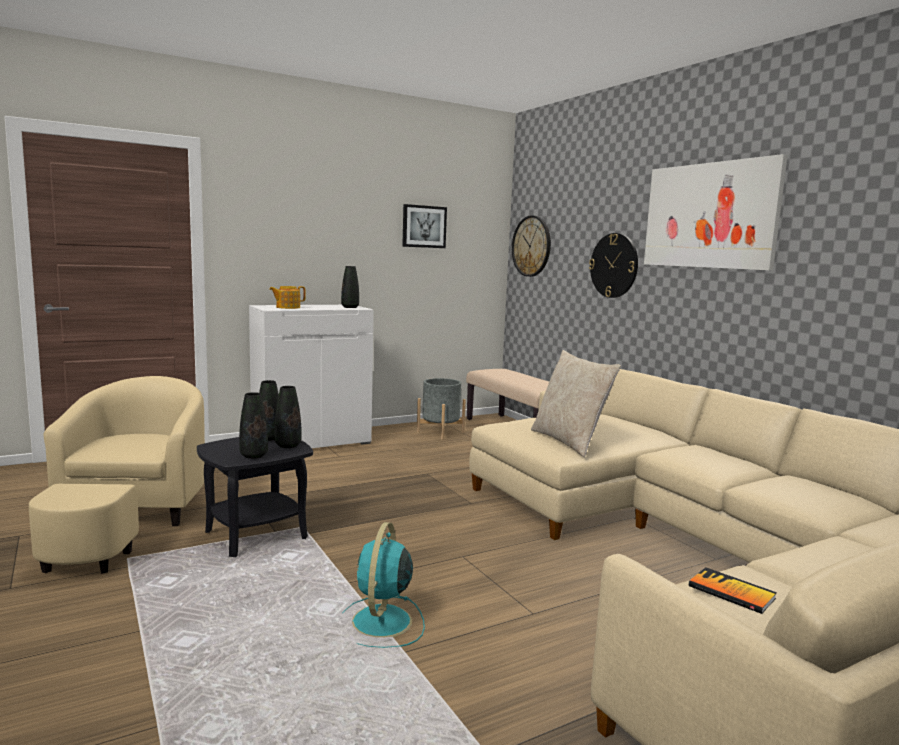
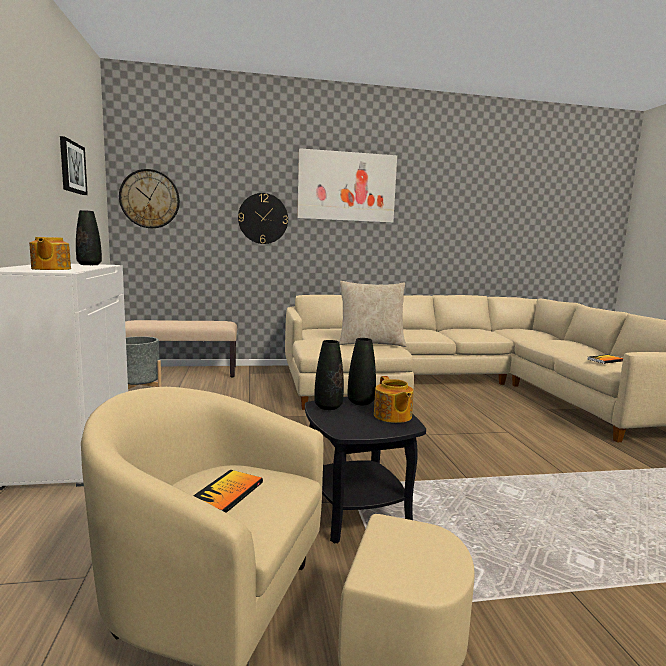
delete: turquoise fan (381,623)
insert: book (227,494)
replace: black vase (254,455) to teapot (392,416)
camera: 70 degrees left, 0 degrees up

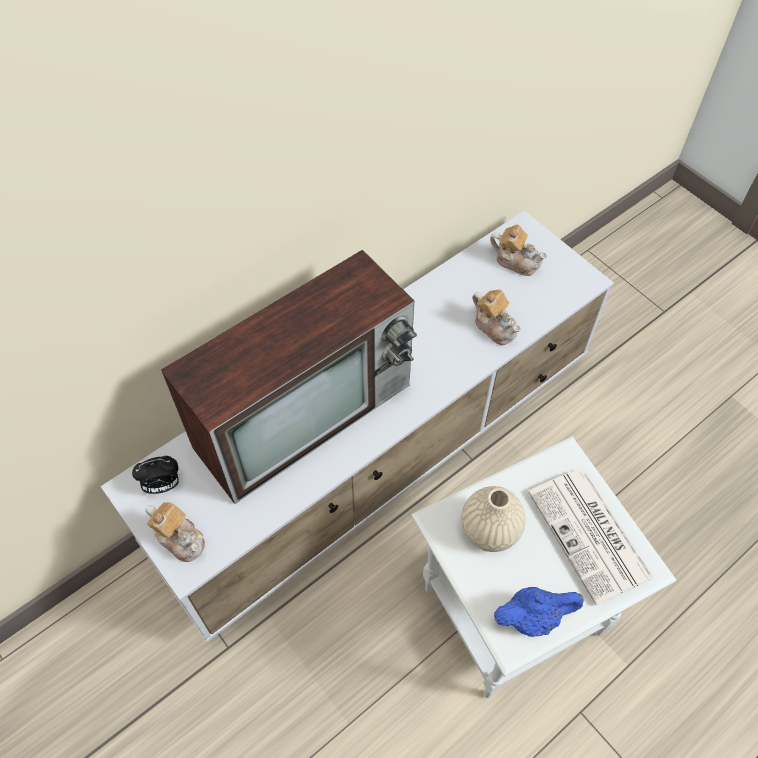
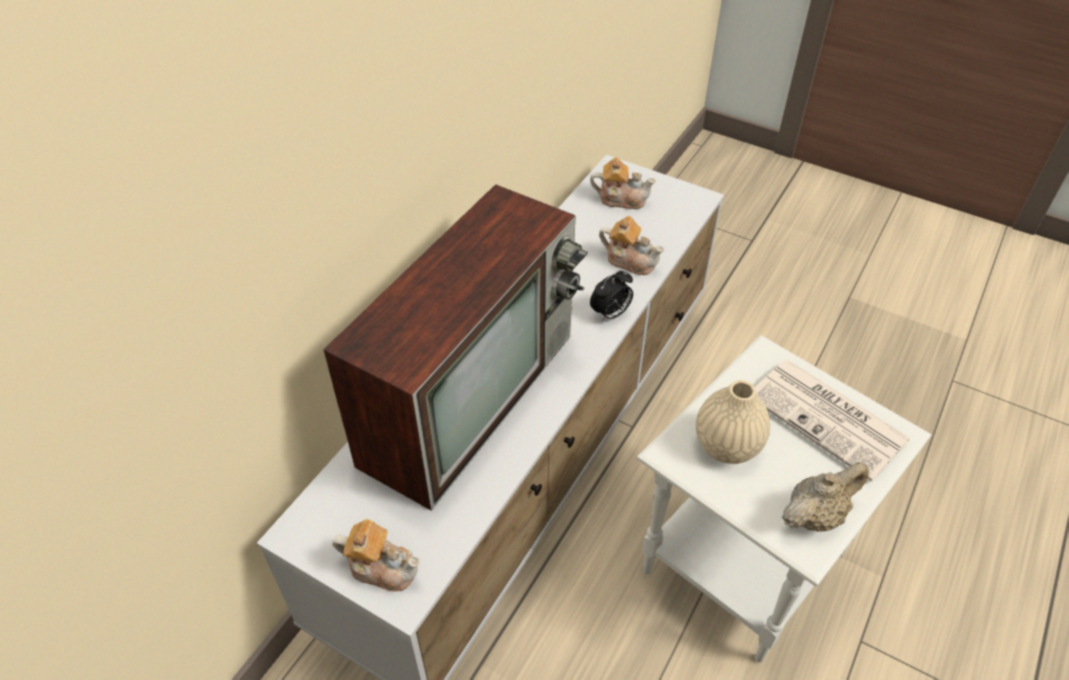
move: alarm clock (162,485) to (610,314)
recolor: blue teapot (533,617) to beige teapot (815,515)
camera: 20 degrees left, 10 degrees down

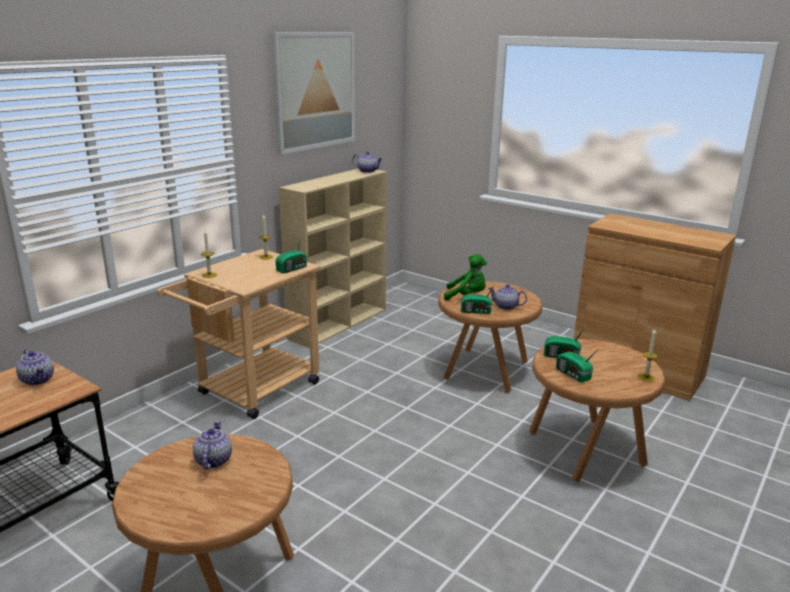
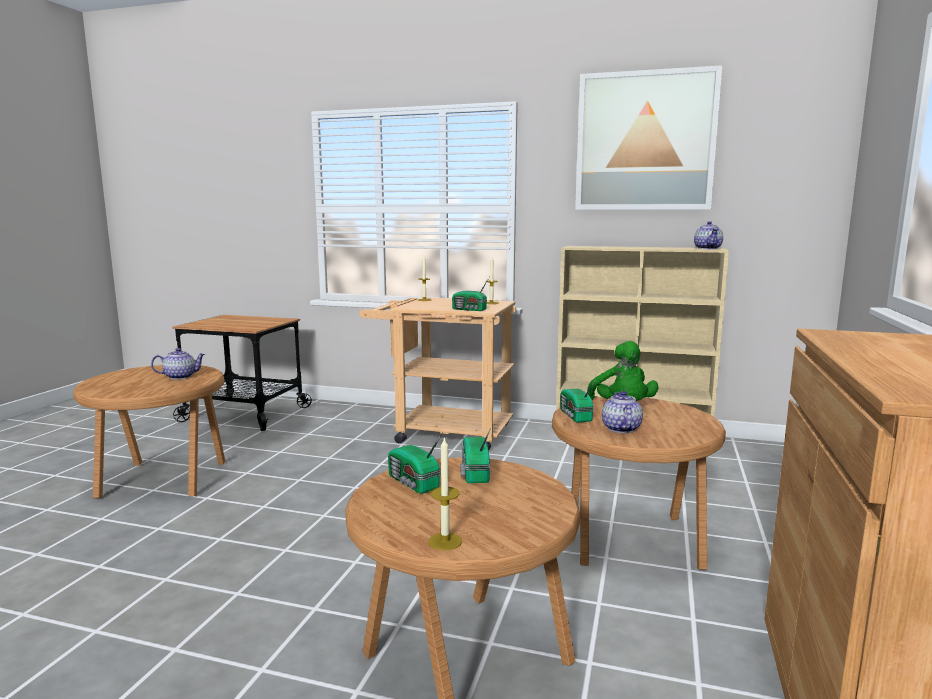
delete: teapot (38,380)
rotate: radio (573,375) = (413,483) 75 degrees counterclockwise
camera: 70 degrees right, 10 degrees down

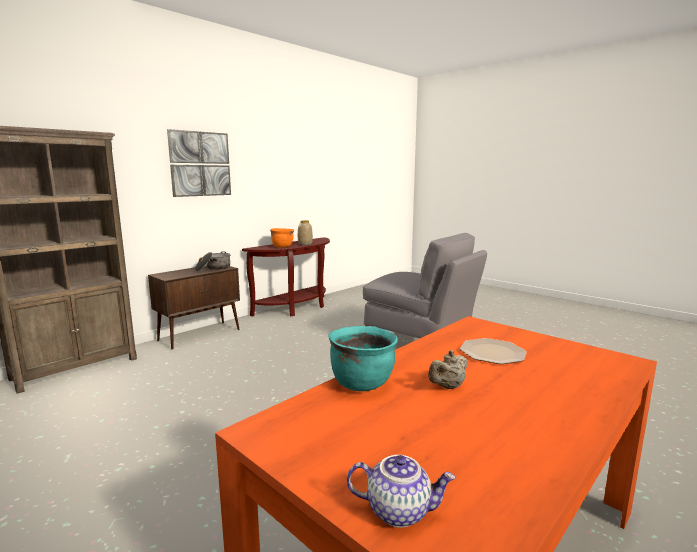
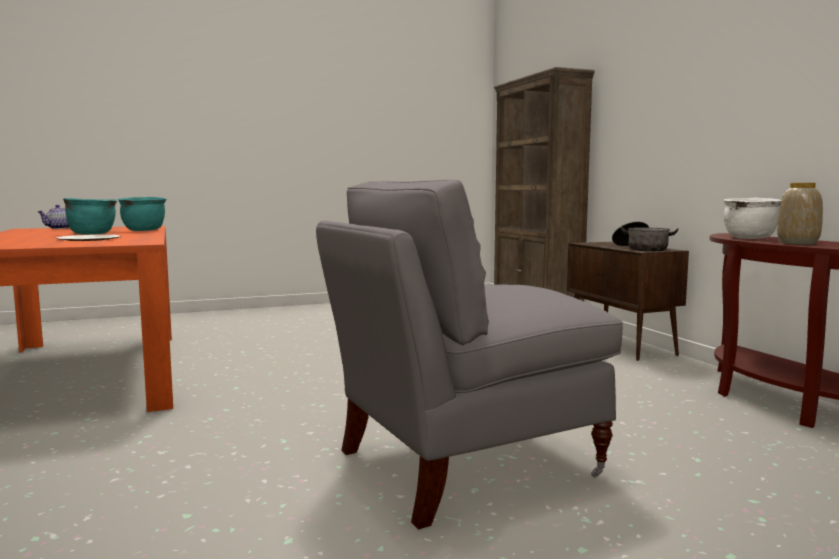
delete: picture (200,164)
replace: beige teapot (448,387) to turquoise cooking pot (92,234)
recolor: orange cooking pot (282,246) to white cooking pot (750,238)
camera: 115 degrees right, 5 degrees down

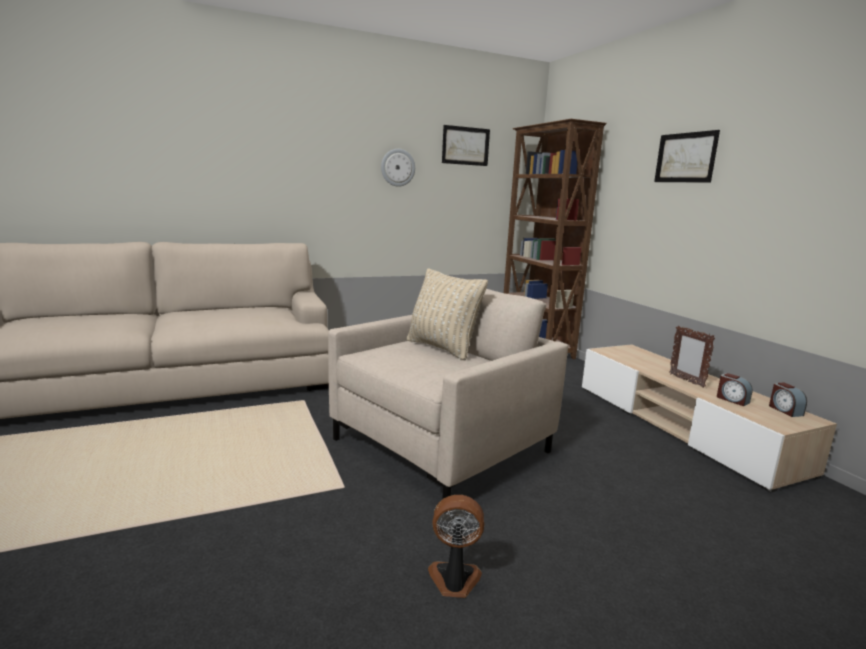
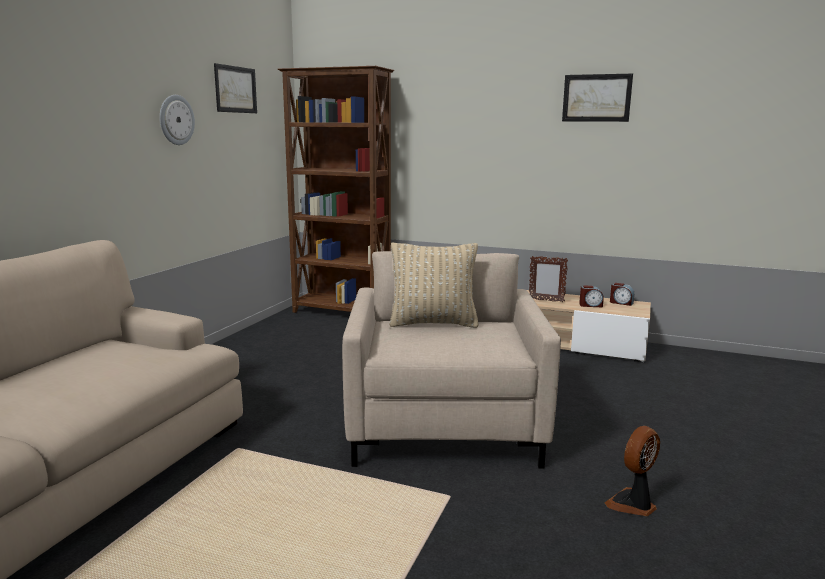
move: picture (685,157) to (596,98)
camera: 45 degrees left, 0 degrees up

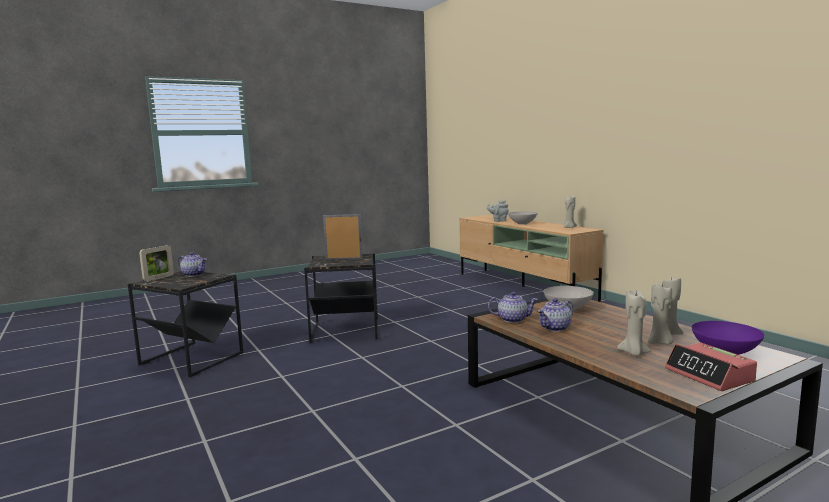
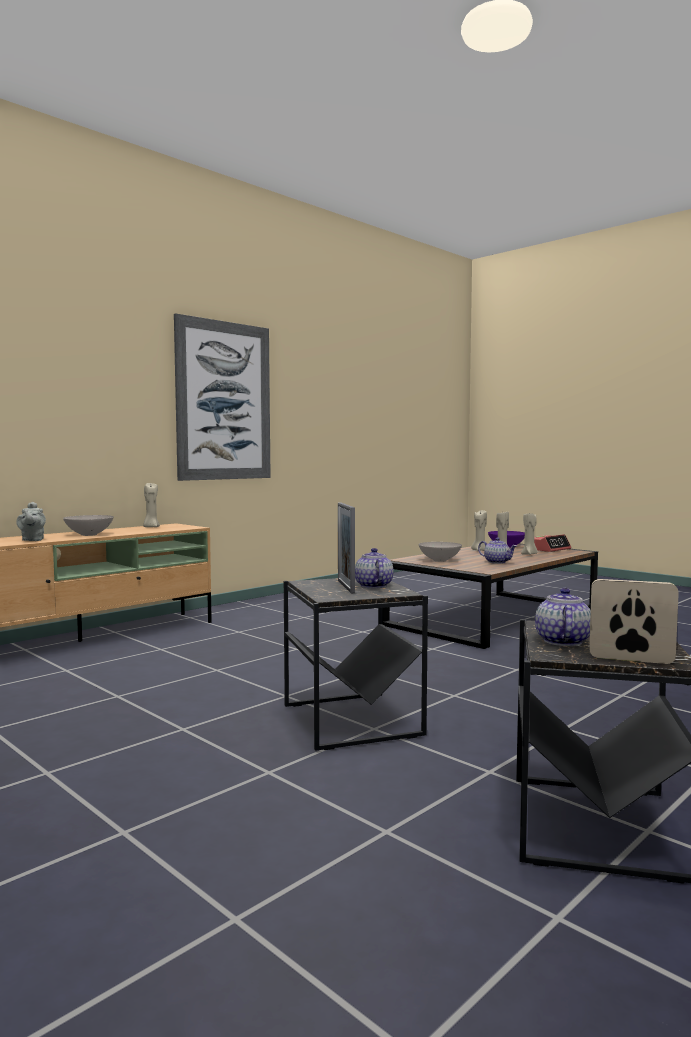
insert: picture (224,401)
move: teapot (513,319) to (373,586)
camera: 105 degrees left, 5 degrees down

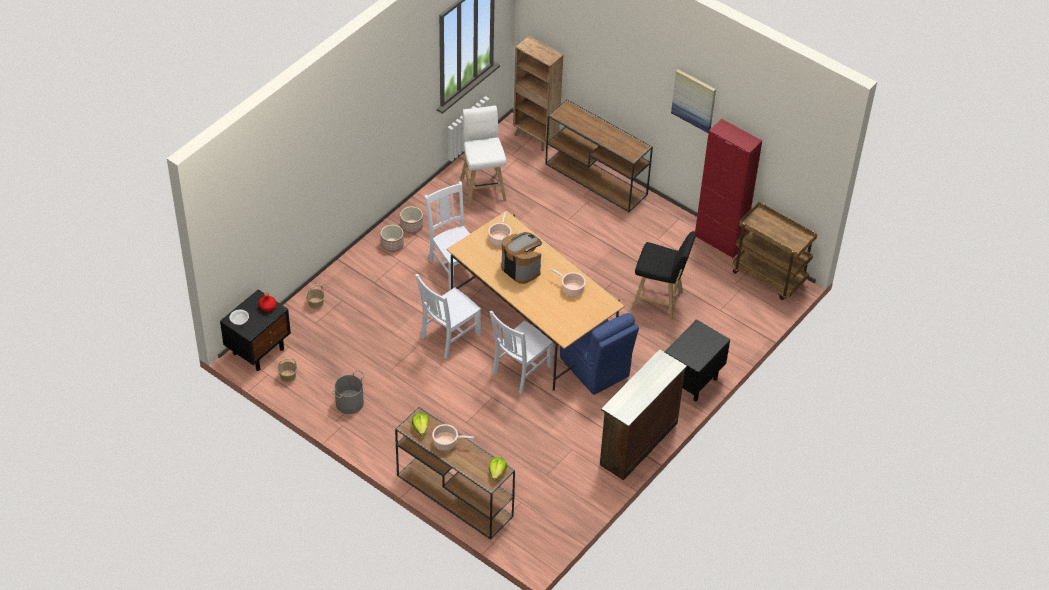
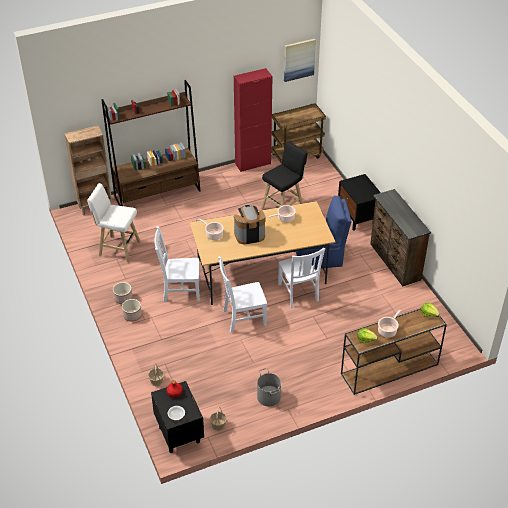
move: picture (694,100) to (299,59)
replace: brown console table (597,179) to brown bookcase (157,193)
rotate: white chair (448,337) = (242,318) 90 degrees clockwise
camera: 60 degrees left, 5 degrees down

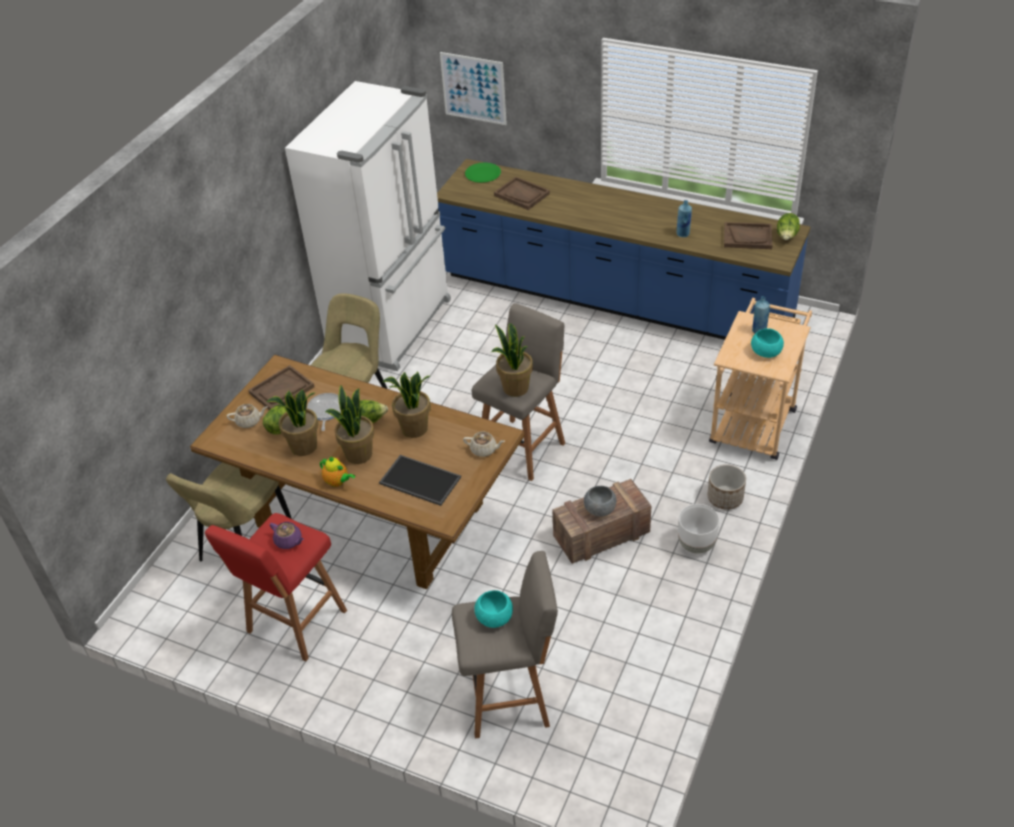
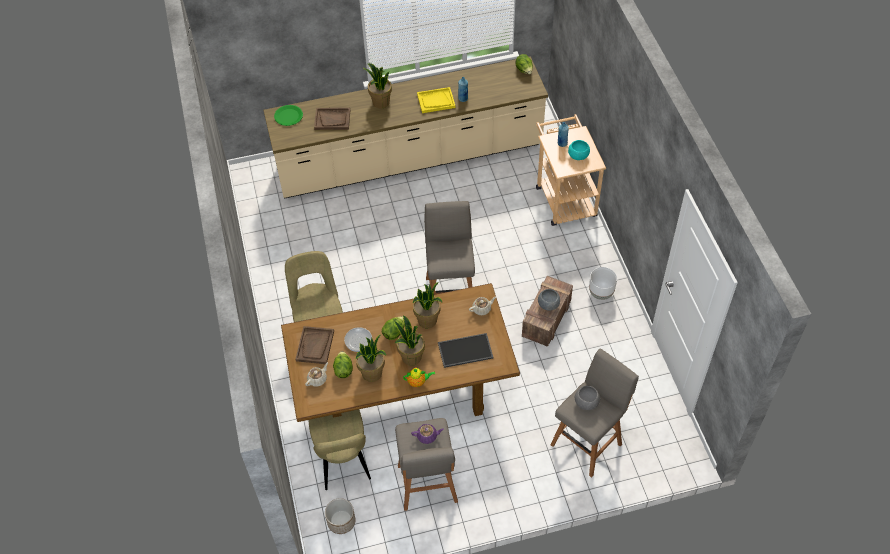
delete: white fridge (393,326); picture (473,88); brown tray (748,237)
insert: yellow tray (436,101)
move: potted plant (515,388) to (380,103); planter (724,498) to (341,521)
recolor: red stool (294,624) to grey stool (427,486); blue counter (615,299) to beige counter (410,159); turquoise bowl (494,617) to grey bowl (586,402)
camera: 40 degrees left, 10 degrees up

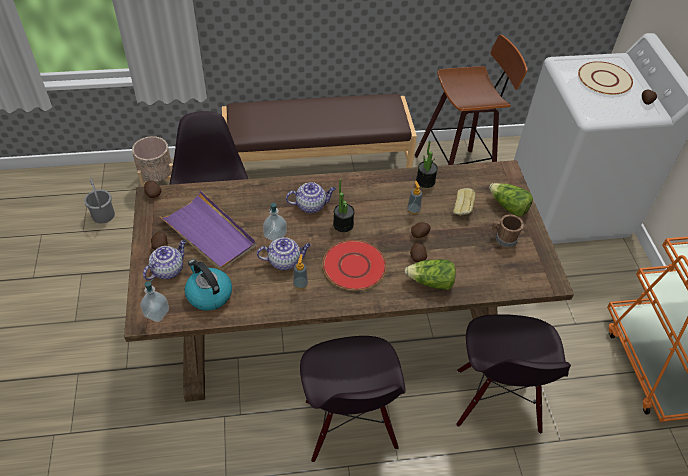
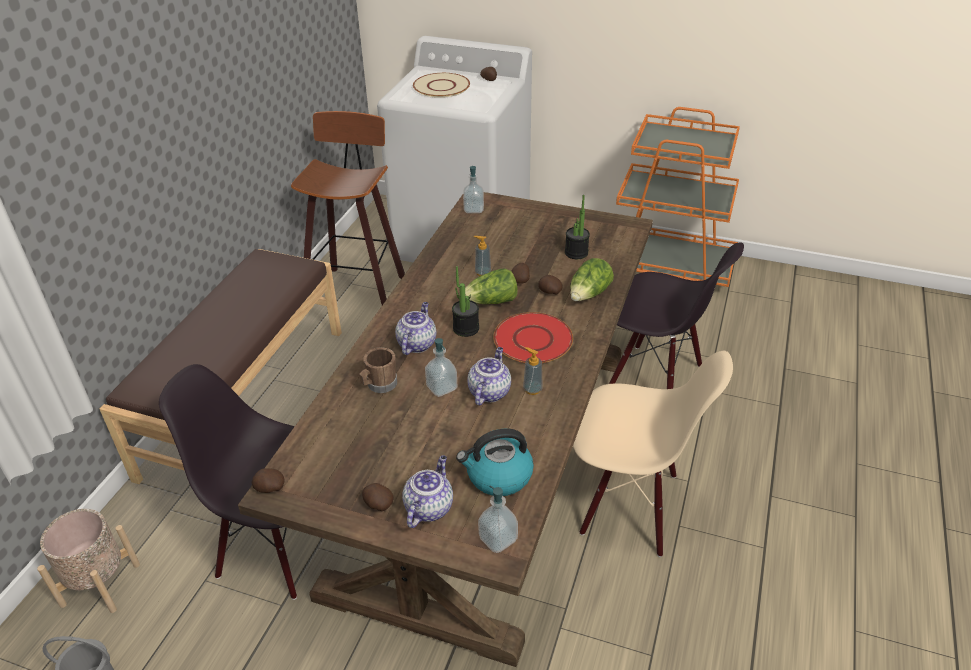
delete: purple tray (209,233); bread (462,210)
insert: soap dispenser (473,209)
move: potted plant (425,181) to (576,253); lettuce (508,207) to (491,302); brown mug (503,238) to (379,385)
recolor: black chair (349,425) to beige chair (629,506)
rotate: teapot (168,269) = (428,507) 45 degrees clockwise
camera: 60 degrees left, 10 degrees down

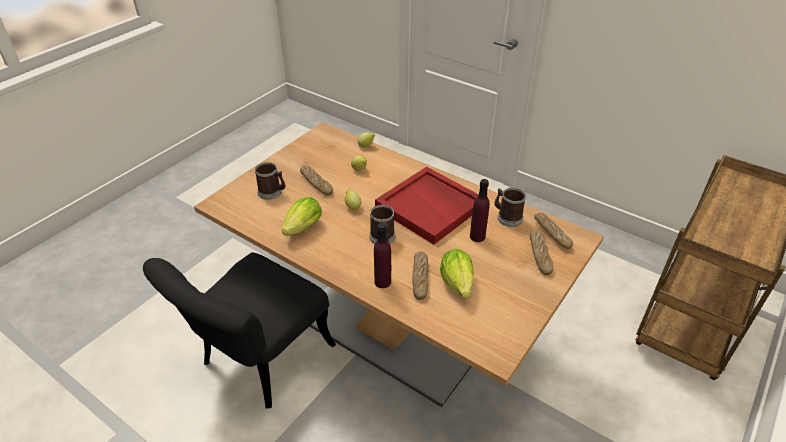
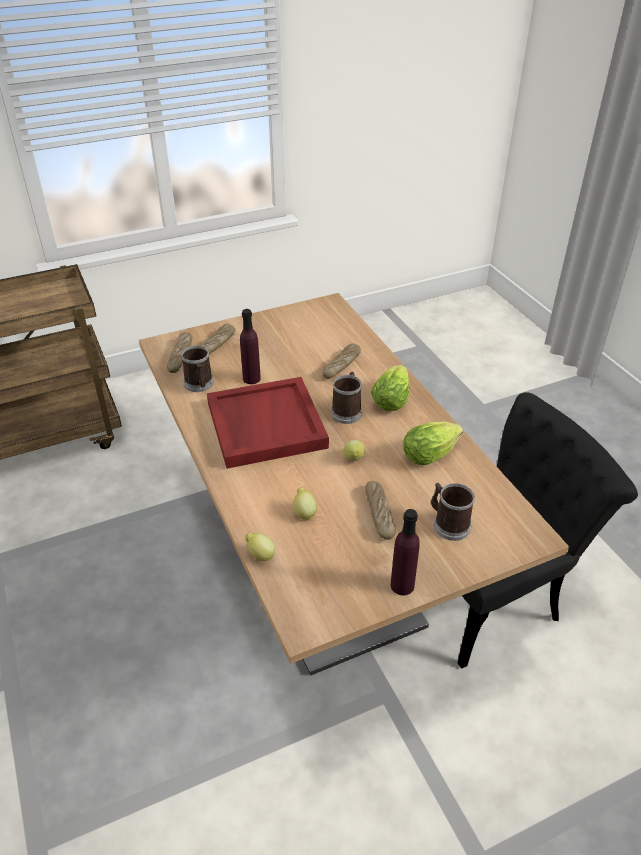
move: purple bottle (382,282) to (402,585); lettuce (458,286) to (392,399)
camera: 150 degrees left, 0 degrees up

